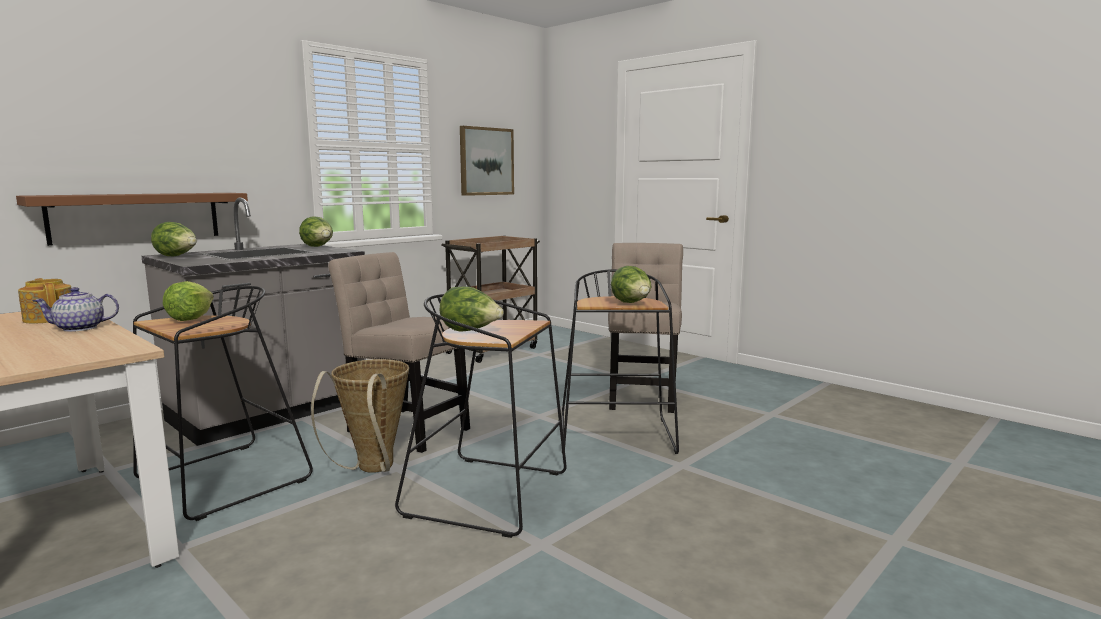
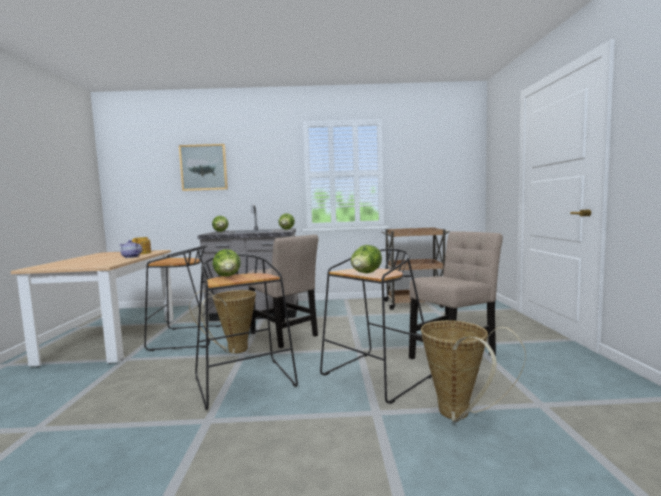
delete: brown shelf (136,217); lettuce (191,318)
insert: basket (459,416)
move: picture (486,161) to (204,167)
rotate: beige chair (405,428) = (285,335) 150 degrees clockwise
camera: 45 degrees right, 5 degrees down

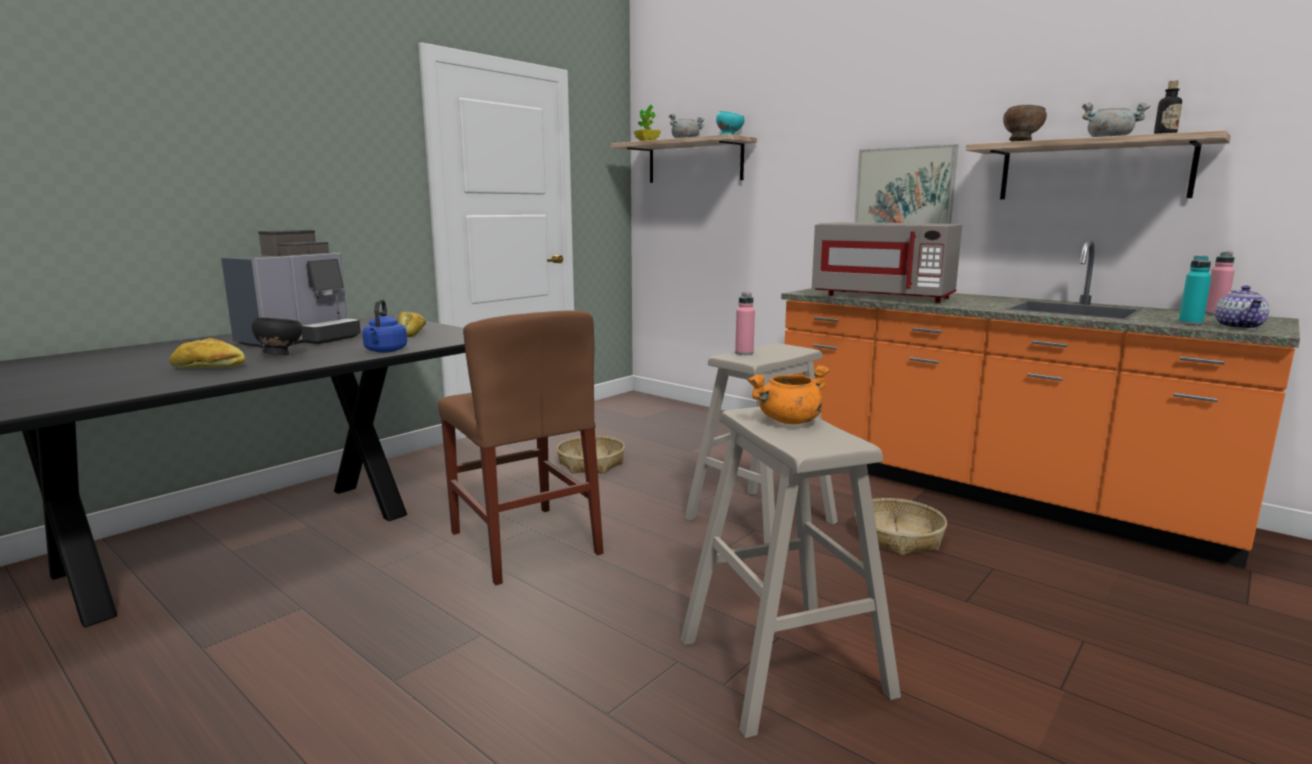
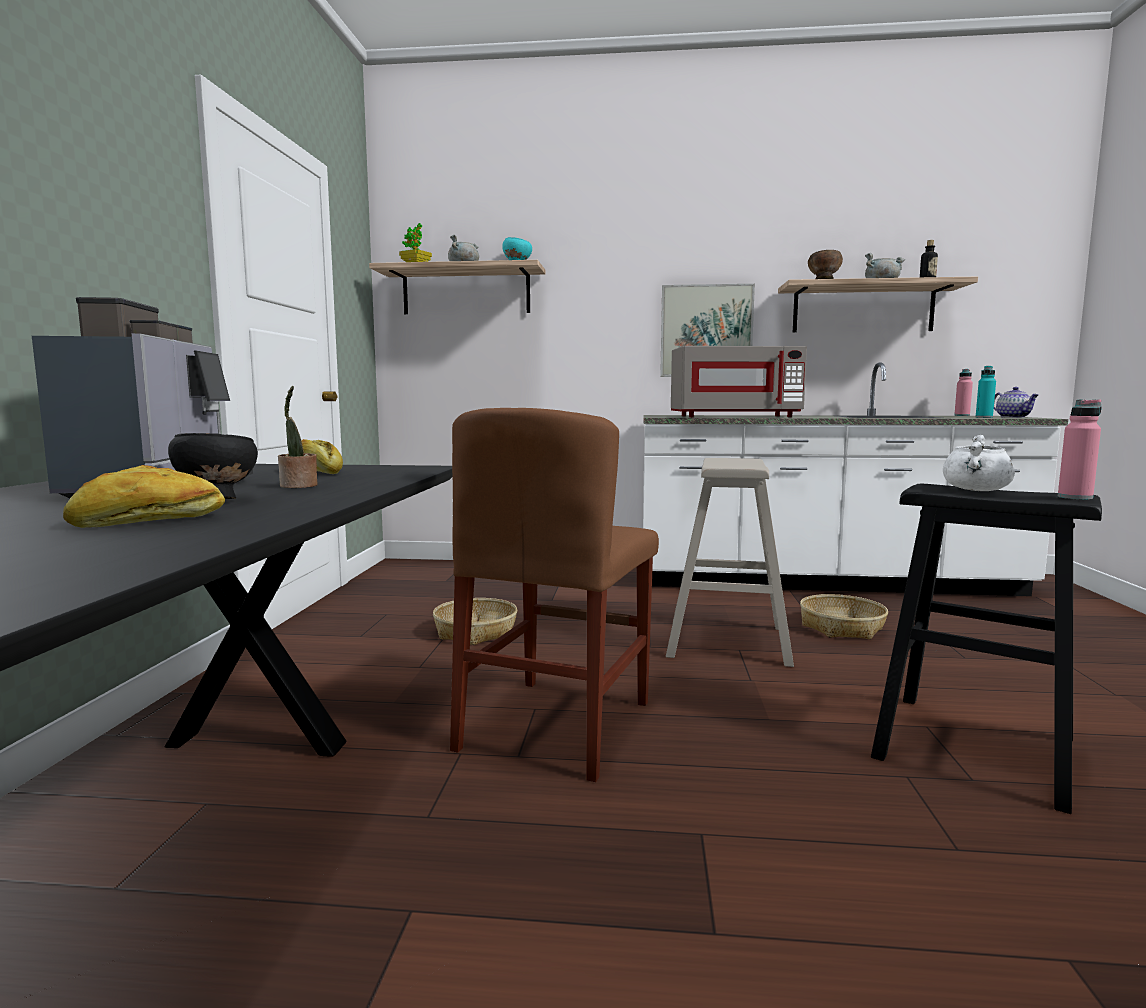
delete: blue kettle (385,351)
insert: potted plant (298,486)
move: pink bottle (744,353) to (1075,497)
recolor: beige stool (784,667) to black stool (975,747); orange cooking pot (789,421) to white cooking pot (977,490); orange counter (985,490) to white counter (823,582)
rotate: brown chair (524,542) = (557,725) 90 degrees clockwise
camera: 35 degrees left, 5 degrees down

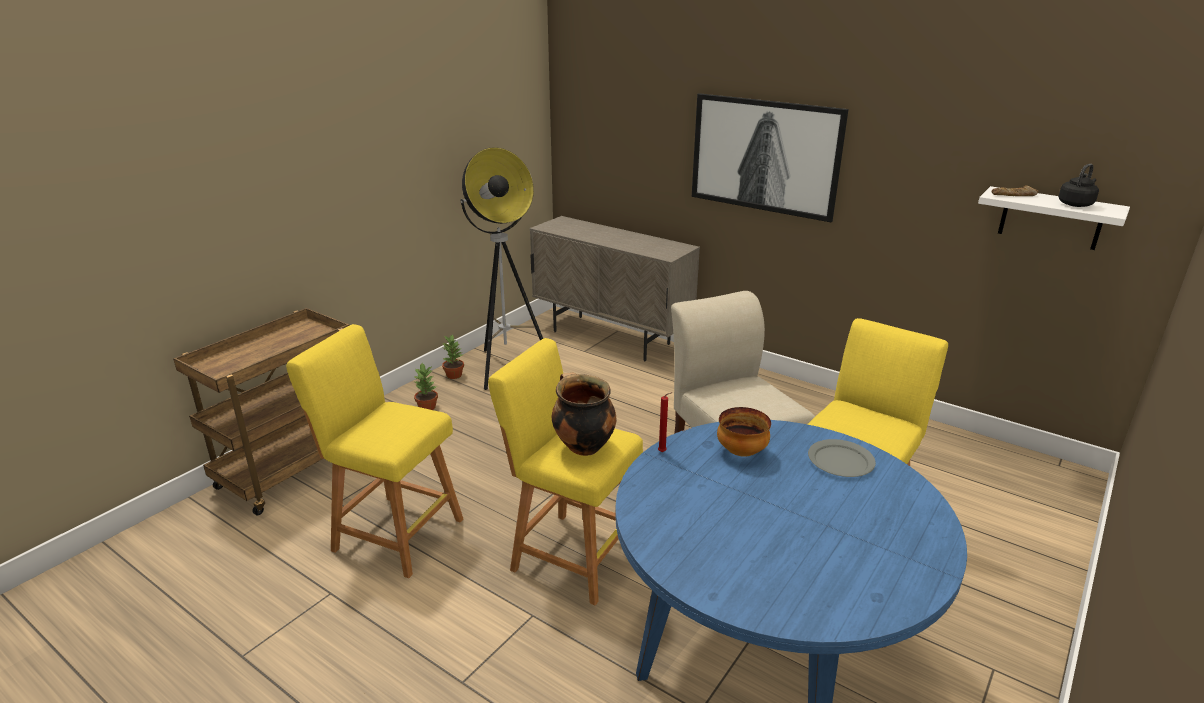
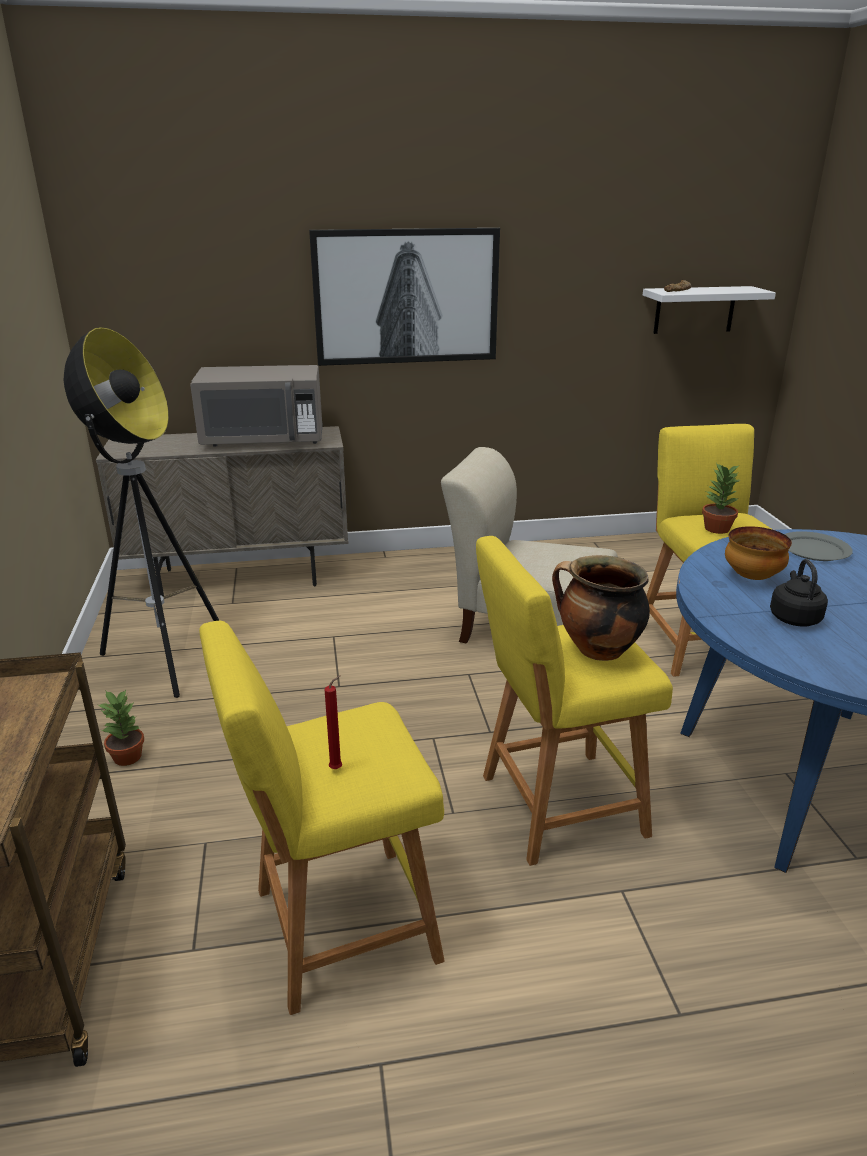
insert: grey microwave (263,440)
move: potted plant (454,375) to (716,528); red candle (663,452) to (338,768); black kettle (1076,204) to (794,617)
camera: 45 degrees left, 0 degrees up

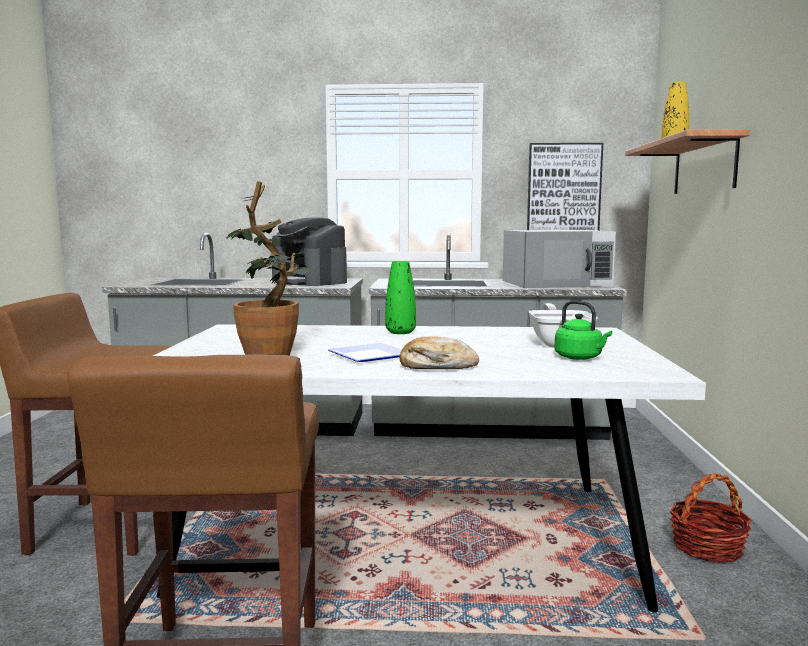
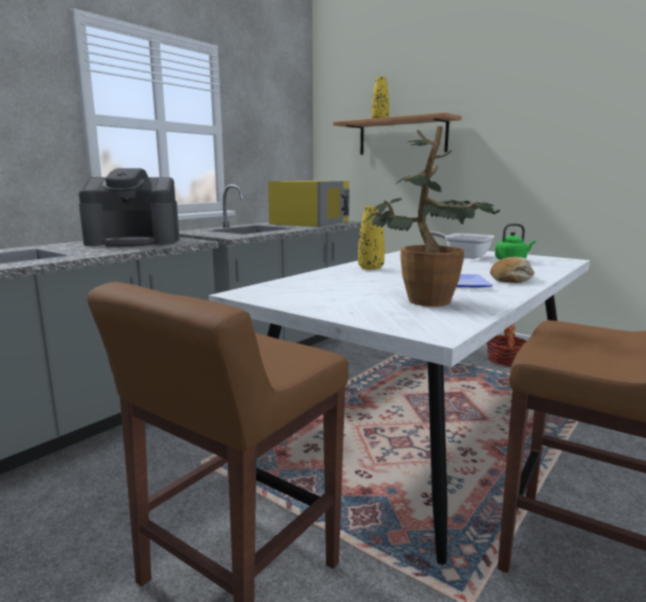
delete: picture (563,188)
recolor: green vase (400,332) to yellow vase (370,268); white microwave (556,283) to yellow microwave (311,222)
camera: 55 degrees left, 5 degrees up

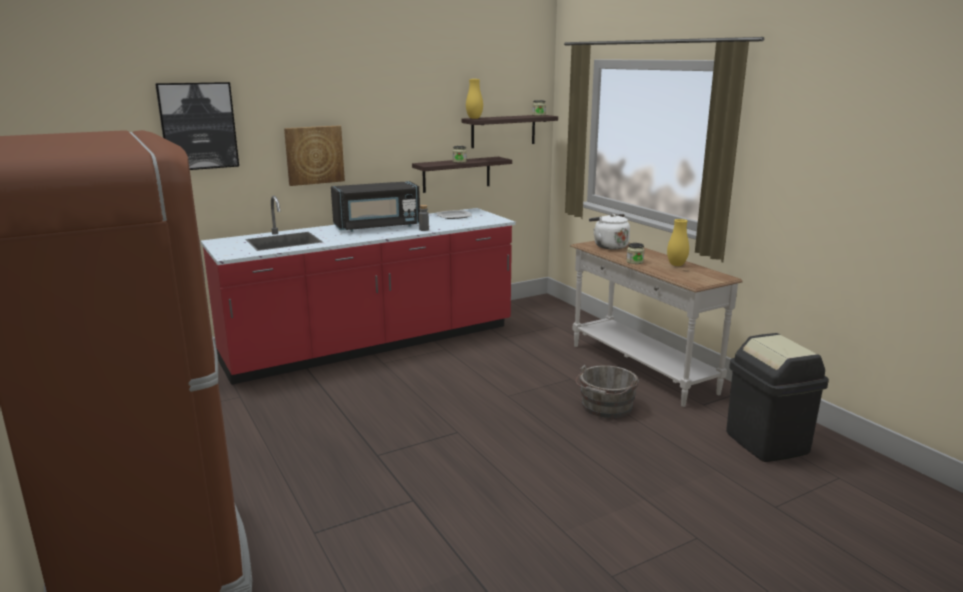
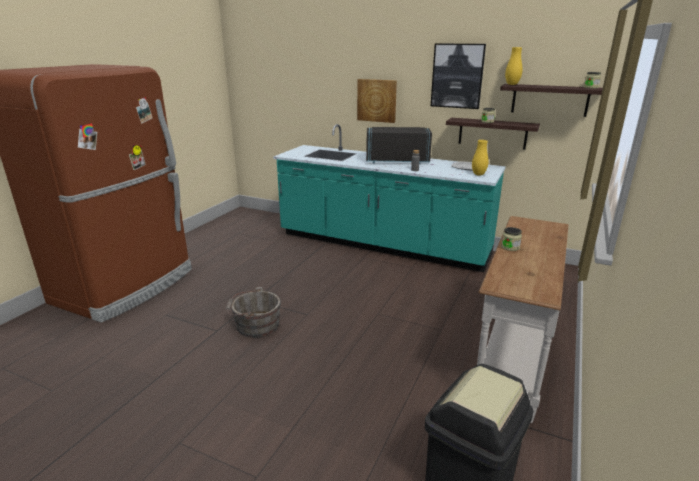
delete: white kettle (609,246)
move: picture (198,126) to (457,76); grey bucket (605,407) to (255,325); yellow vase (676,265) to (478,174)
recolor: red counter (372,345) to turquoise counter (382,245)
rotate: black microwave (377,227) = (397,160) 150 degrees clockwise
camera: 55 degrees right, 5 degrees up

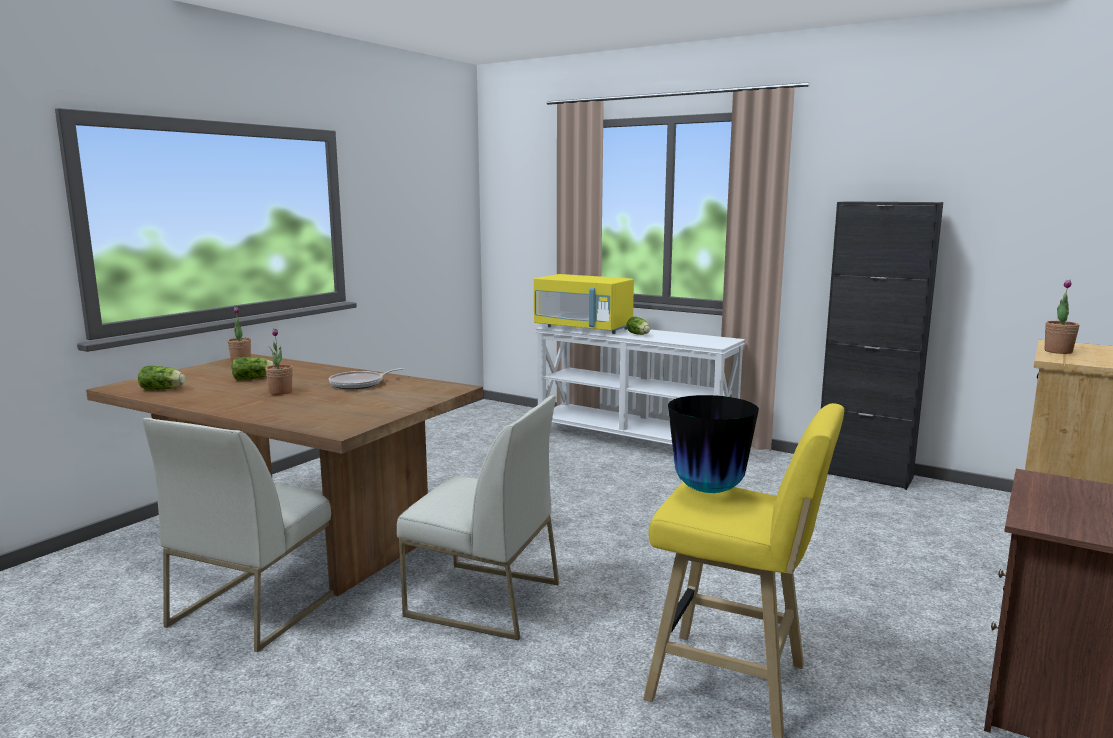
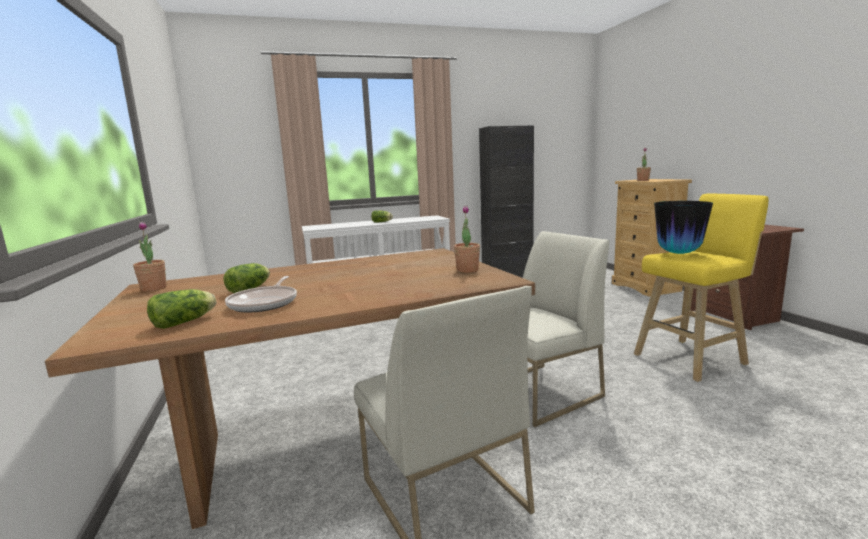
delete: yellow microwave (583,328)
move: potted plant (280,392) to (467,270); frying pan (359,384) to (265,303)
camera: 50 degrees left, 0 degrees up

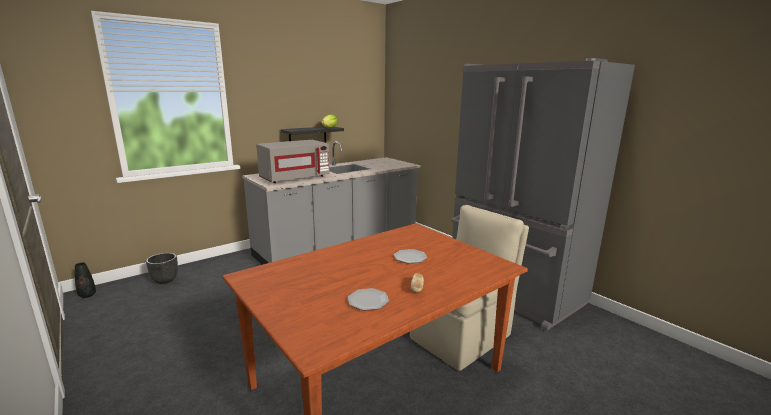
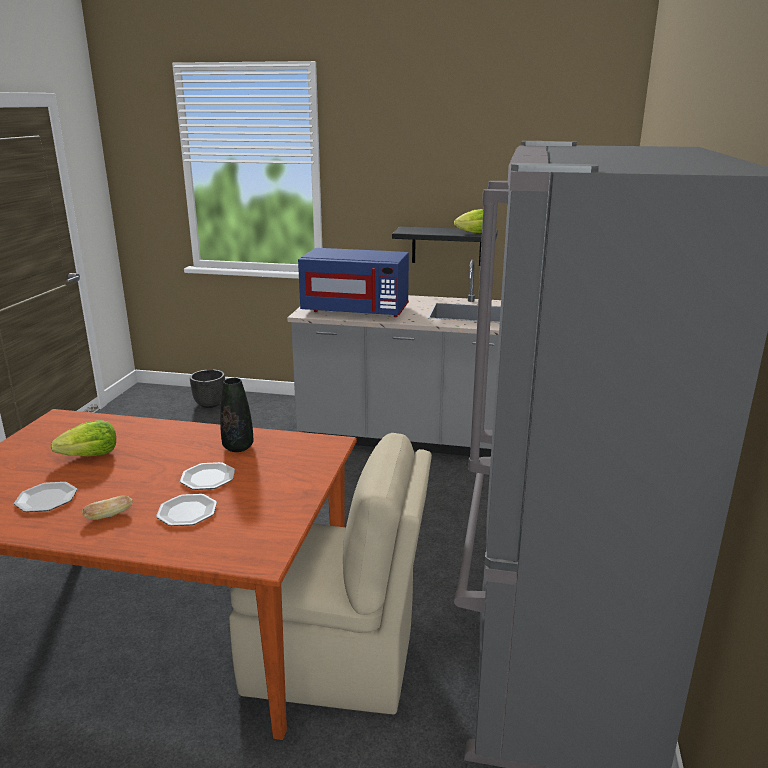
insert: lettuce (91,456); plate (188,512)
move: black vase (87,295) to (238,447)
recolor: grey microwave (295,178) to blue microwave (356,310)
camera: 50 degrees right, 5 degrees up

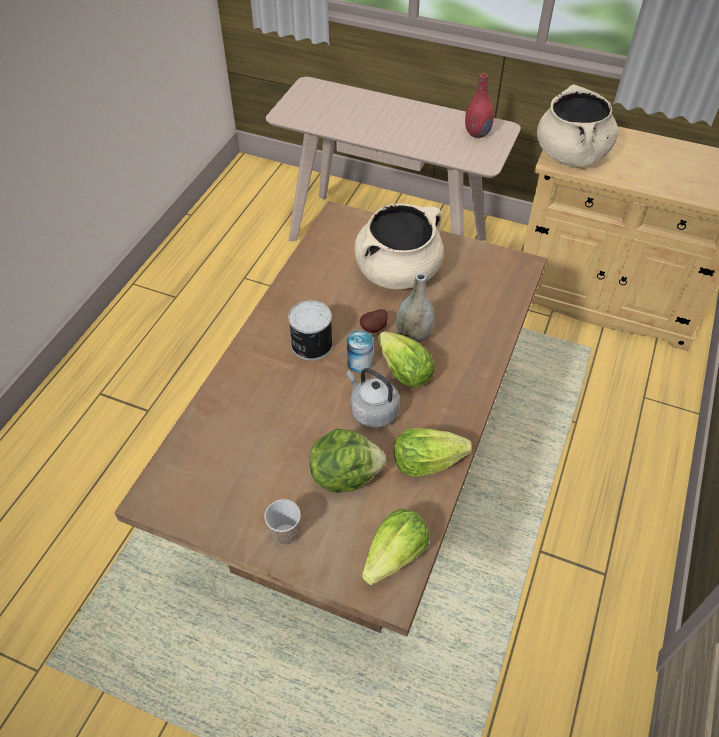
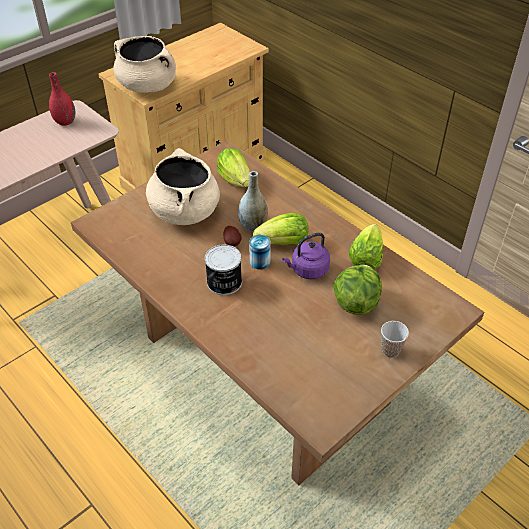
move: lettuce (395,556) to (235,179)
recolor: grey kettle (372,410) to purple kettle (308,270)
camera: 65 degrees left, 5 degrees down

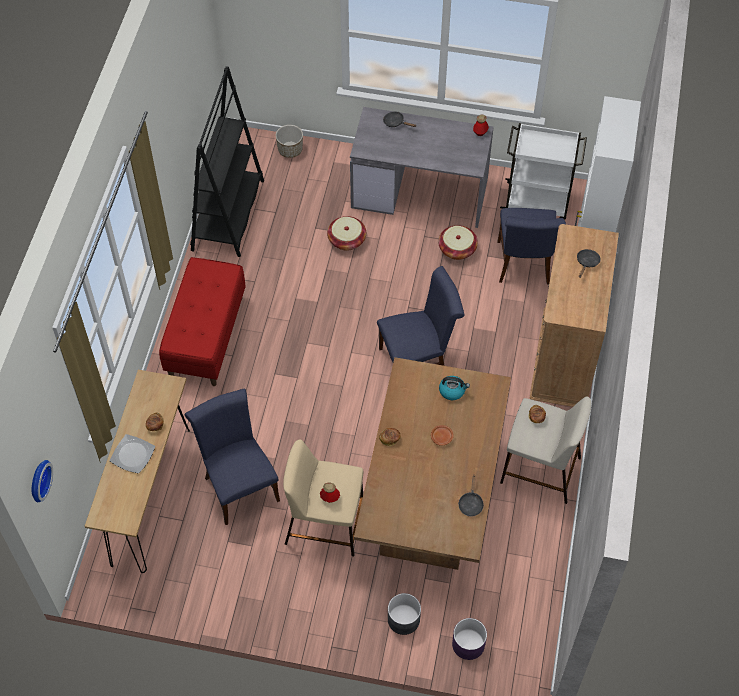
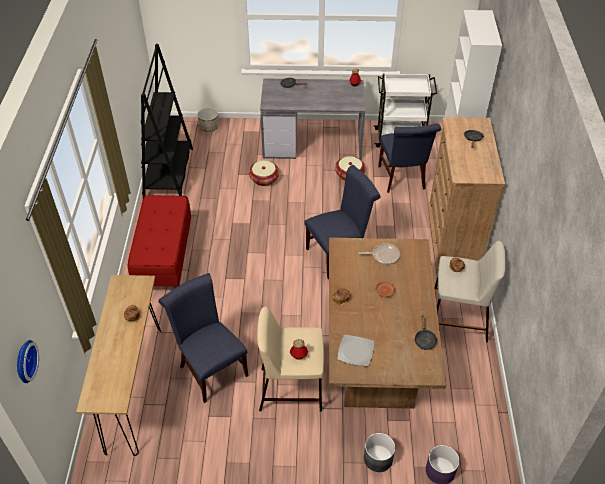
move: plate (132,455) to (355,352)
replace: kettle (452,391) to frying pan (383,255)
camera: 10 degrees left, 10 degrees down

